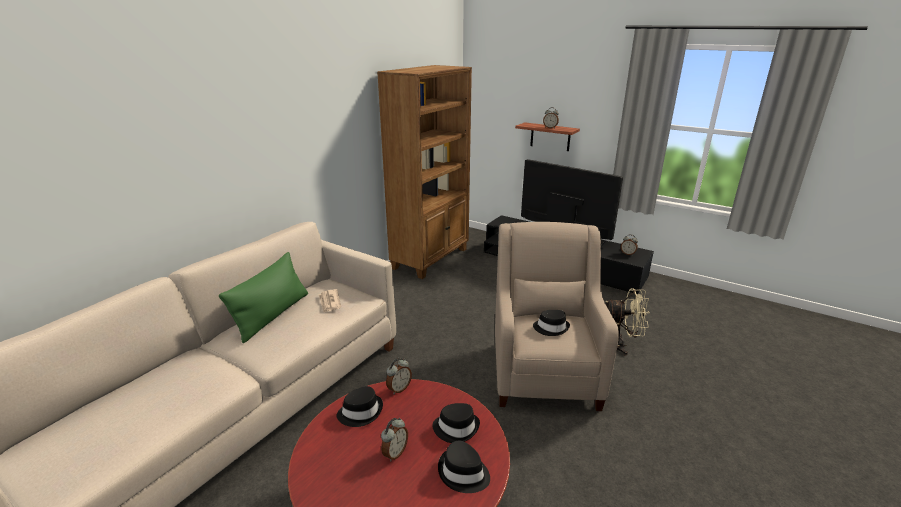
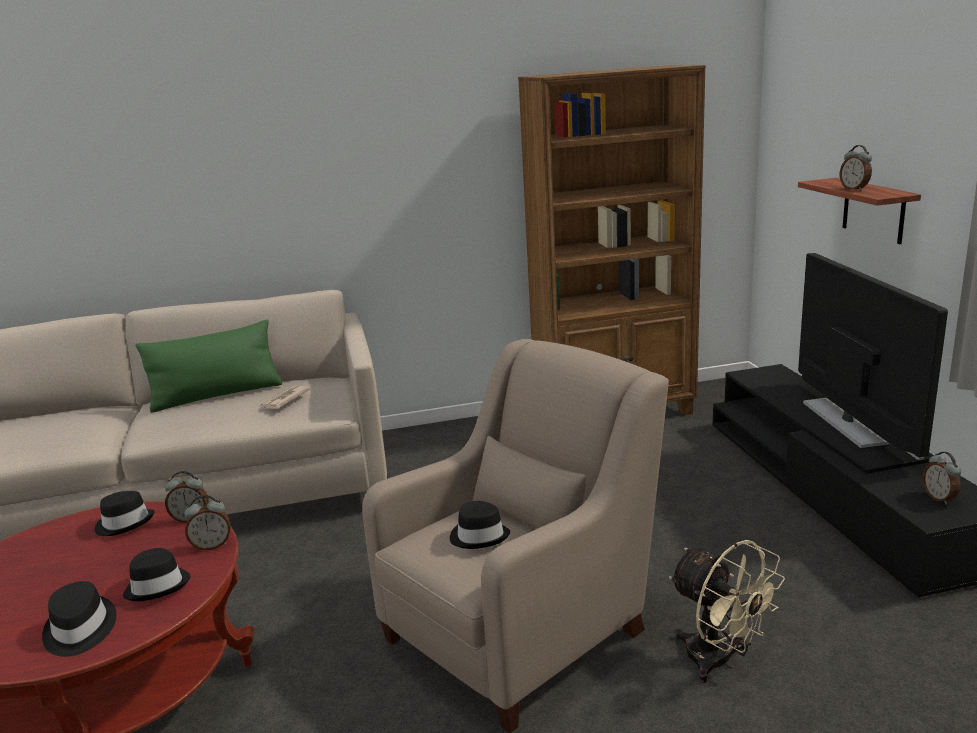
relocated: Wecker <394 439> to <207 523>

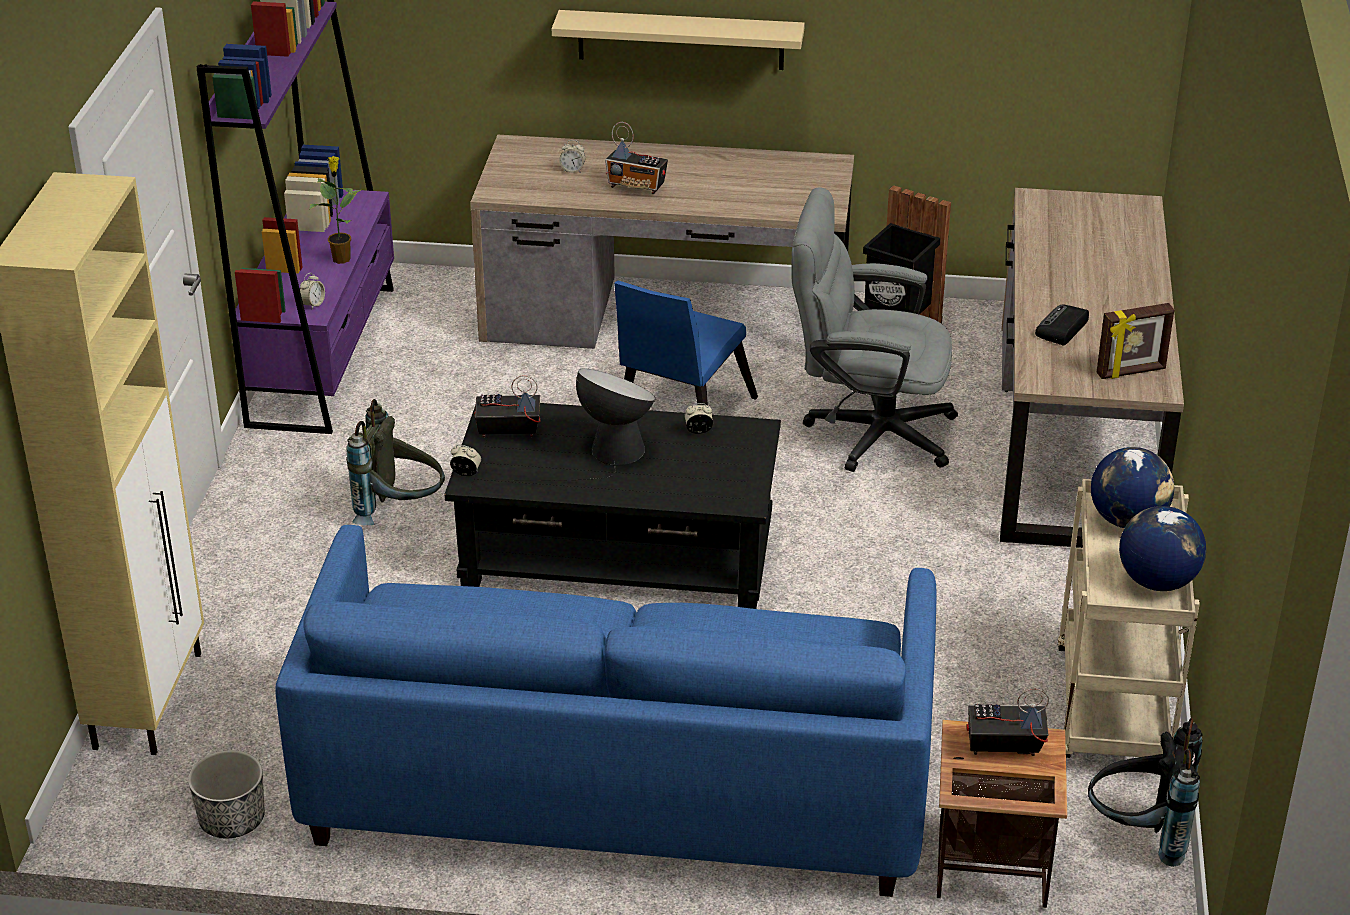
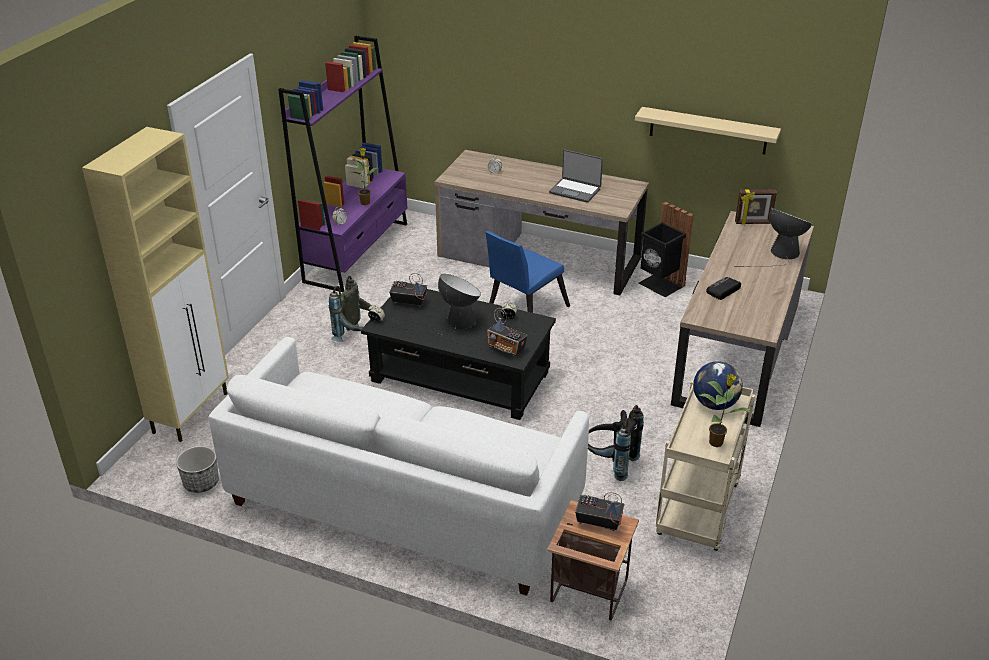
missing: Bürostuhl/grau <875 329>
appeared: Laptop <576 176>; Tischlampe <773 237>
relocated: Wandregal/beige <678 40> to <708 131>; Radio <636 158> to <507 332>; Rucksack/schwarz <1145 792> to <616 443>; Bilderrahmen <1135 341> to <756 207>
exchanged: Globus <1162 548> to Topfpflanze <725 410>
colour: Sofa/blau <605 711> to Sofa/weiß <399 466>

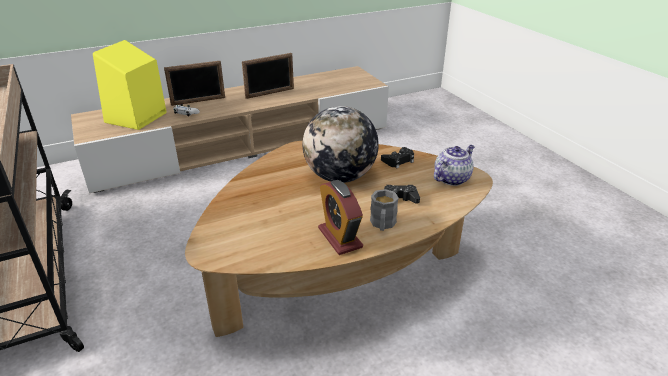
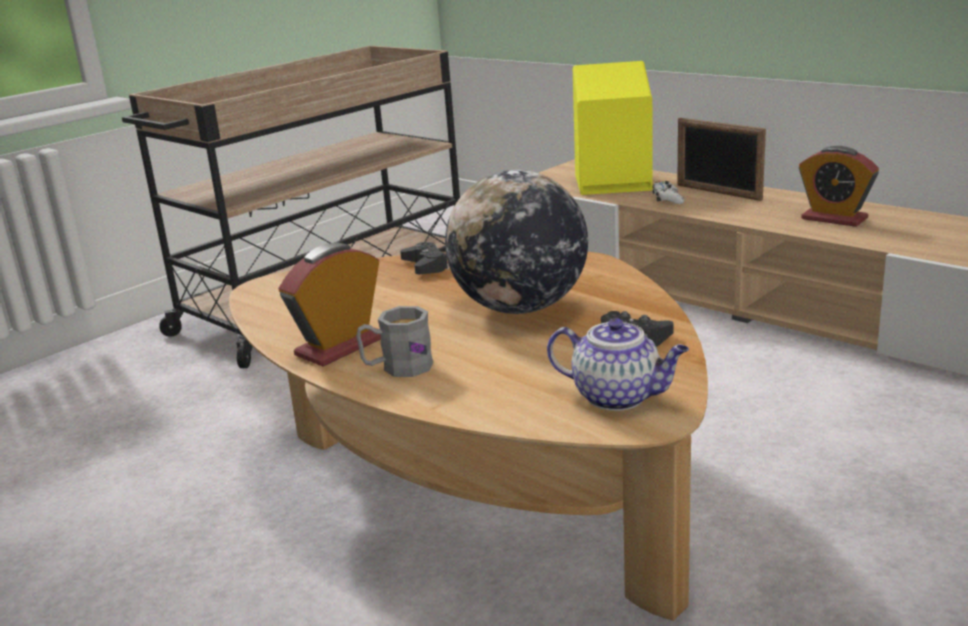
relocated: Gamepad/schwarz <402 194> to <424 258>
exchanged: Bilderrahmen <268 76> to Wecker <839 186>

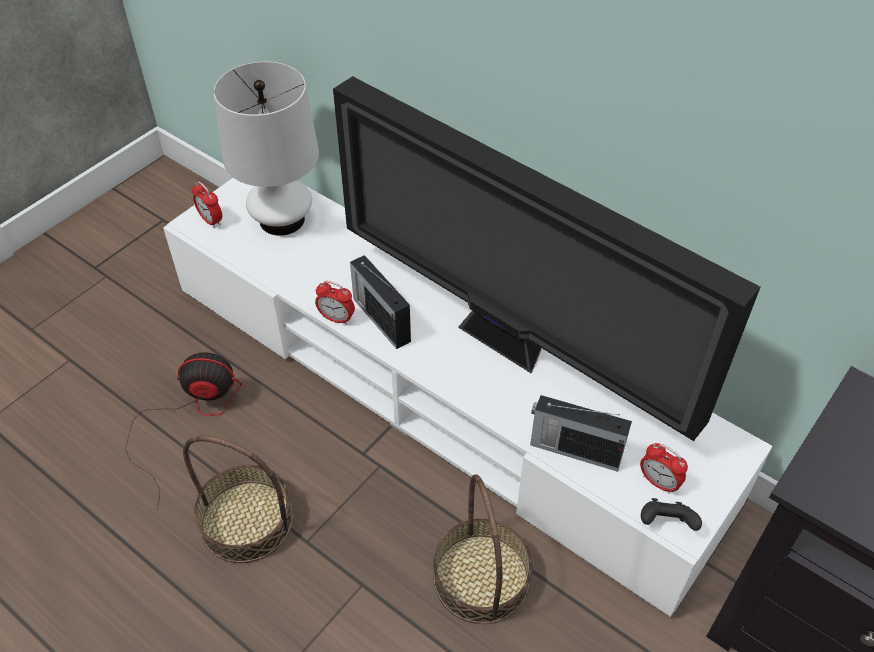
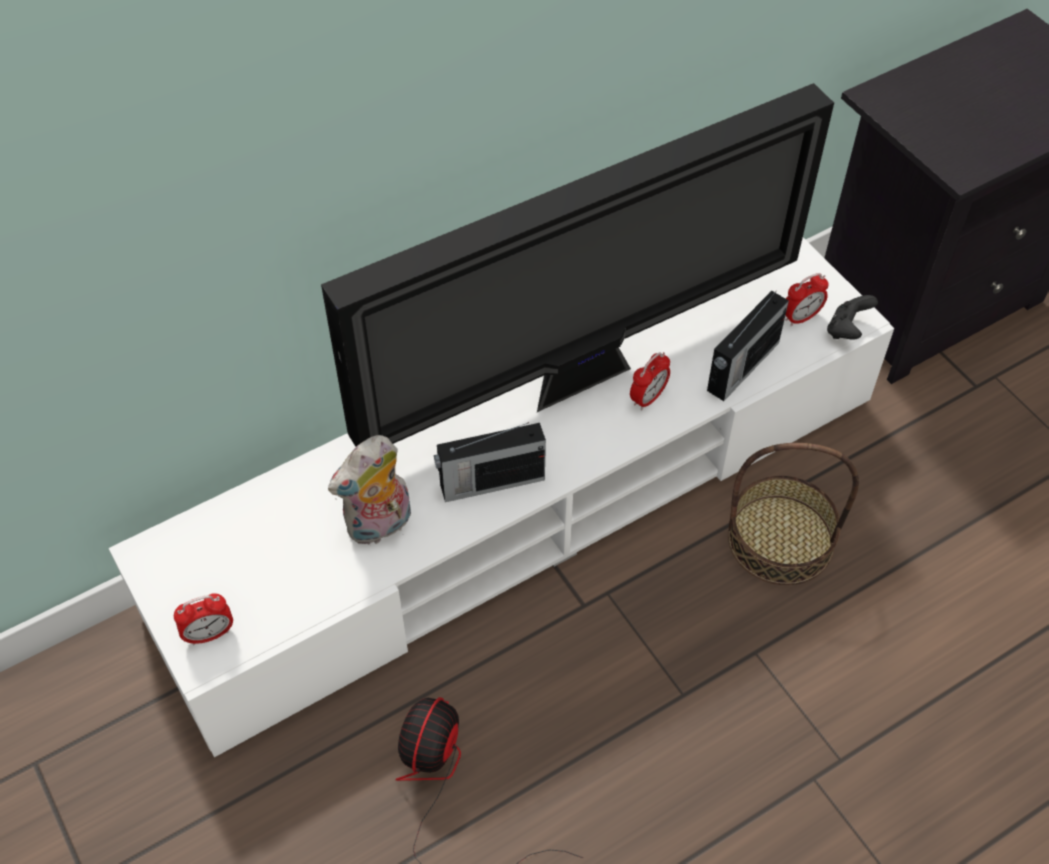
missing: Korb <238 499>; Tischlampe/weiß <266 149>
appeared: Plüschtier <369 490>
relocated: Wecker <335 303> to <650 381>

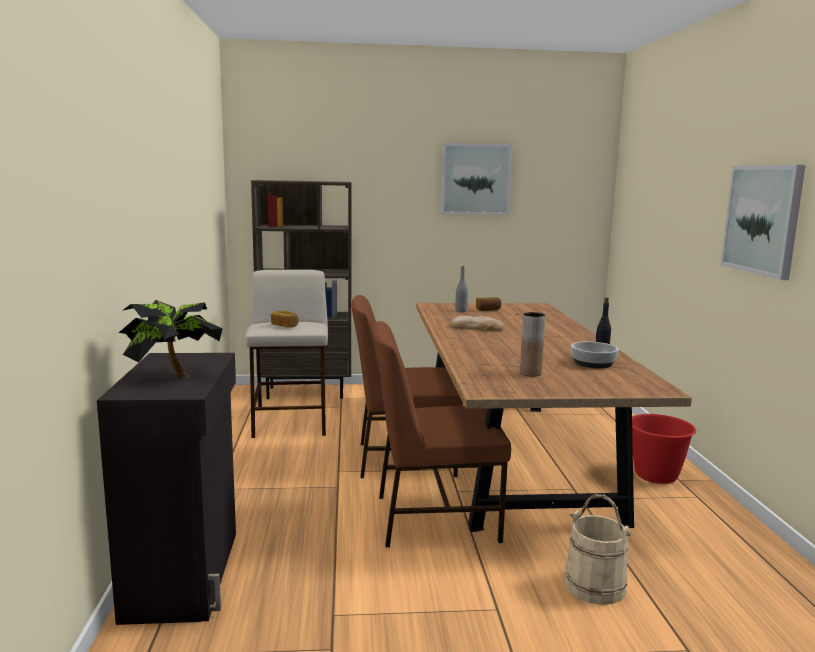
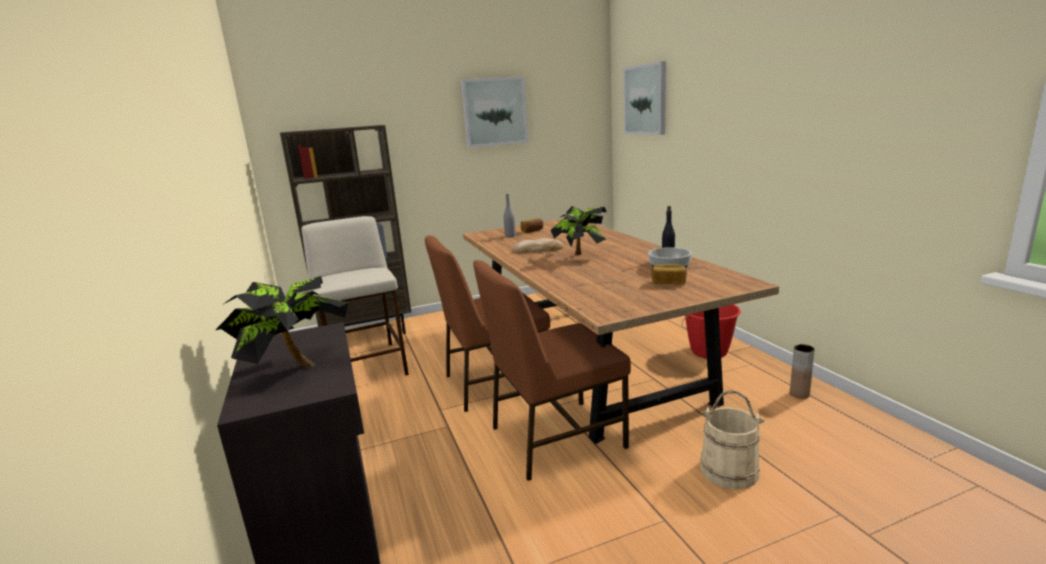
appeared: Topfpflanze <579 230>
relocated: Brot <285 319> to <669 274>; Vase/braun <532 344> to <802 371>; Bild <763 222> to <645 98>

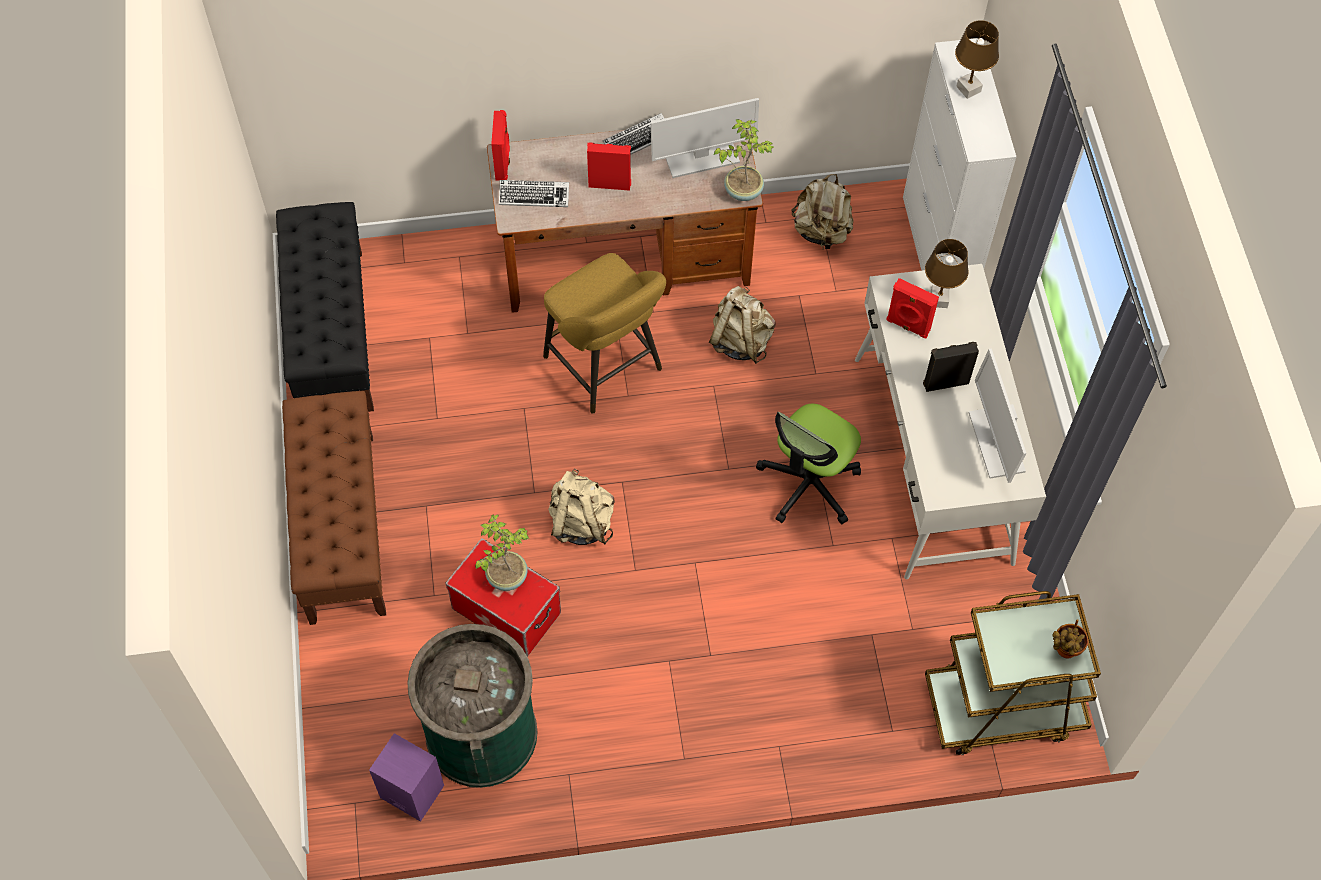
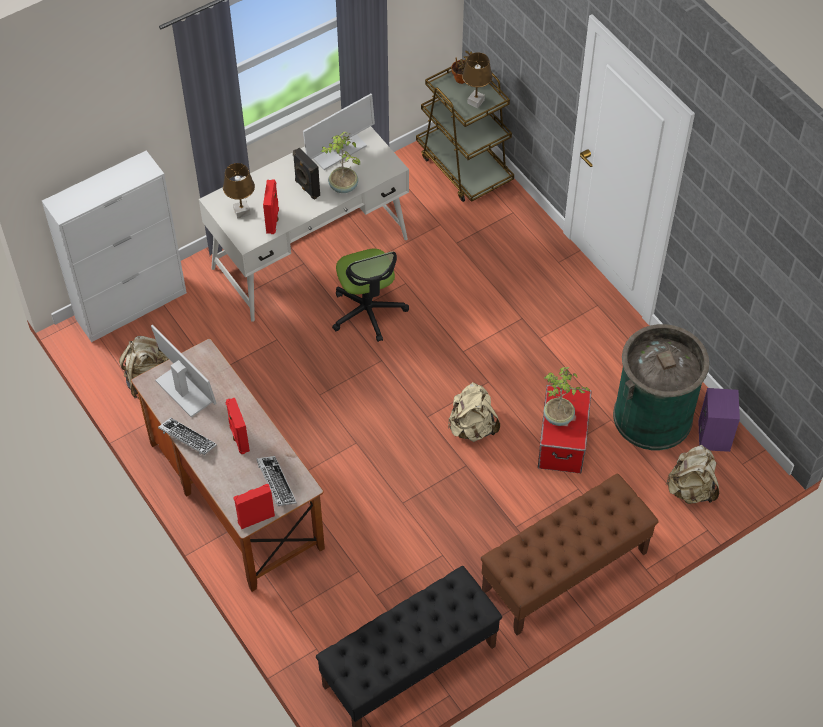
missing: Hocker/gelb <604 333>
relocated: Rucksack/beige <742 325> to <692 474>; Topfpflanze <744 160> to <340 162>; Tischlampe/braun <977 59> to <477 80>
spun: Bürostuhl <808 464> = <370 295> 60 degrees clockwise

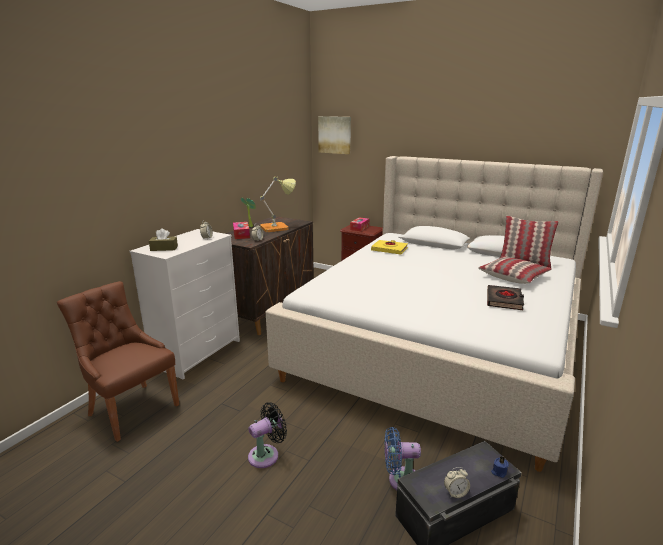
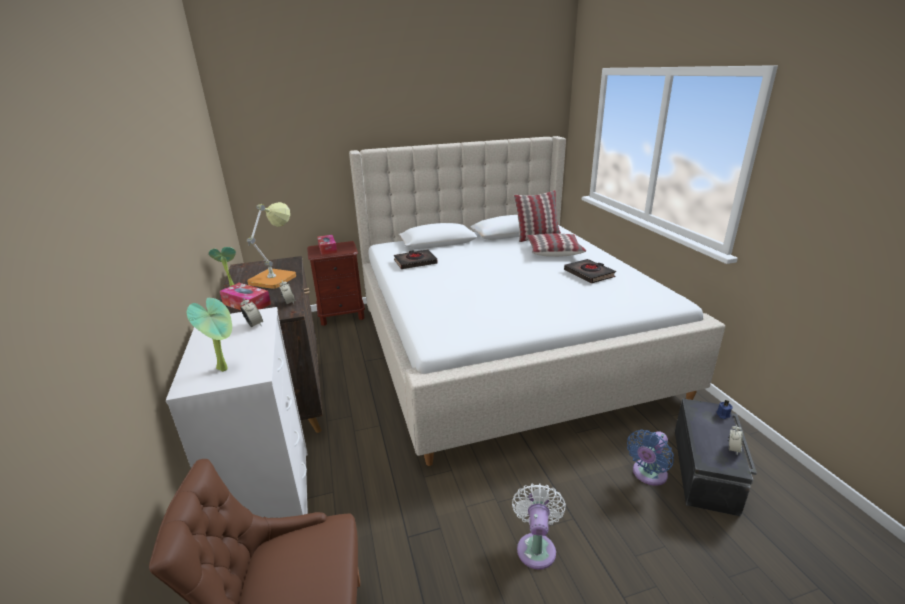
missing: Bild <334 135>
exchanged: Taschentuchbox/braun <163 239> to Topfpflanze <209 335>
colour: Ventilator/schwarz <267 435> to Ventilator/weiß <539 526>; Buch/gelb <389 247> to Buch/schwarz <416 259>

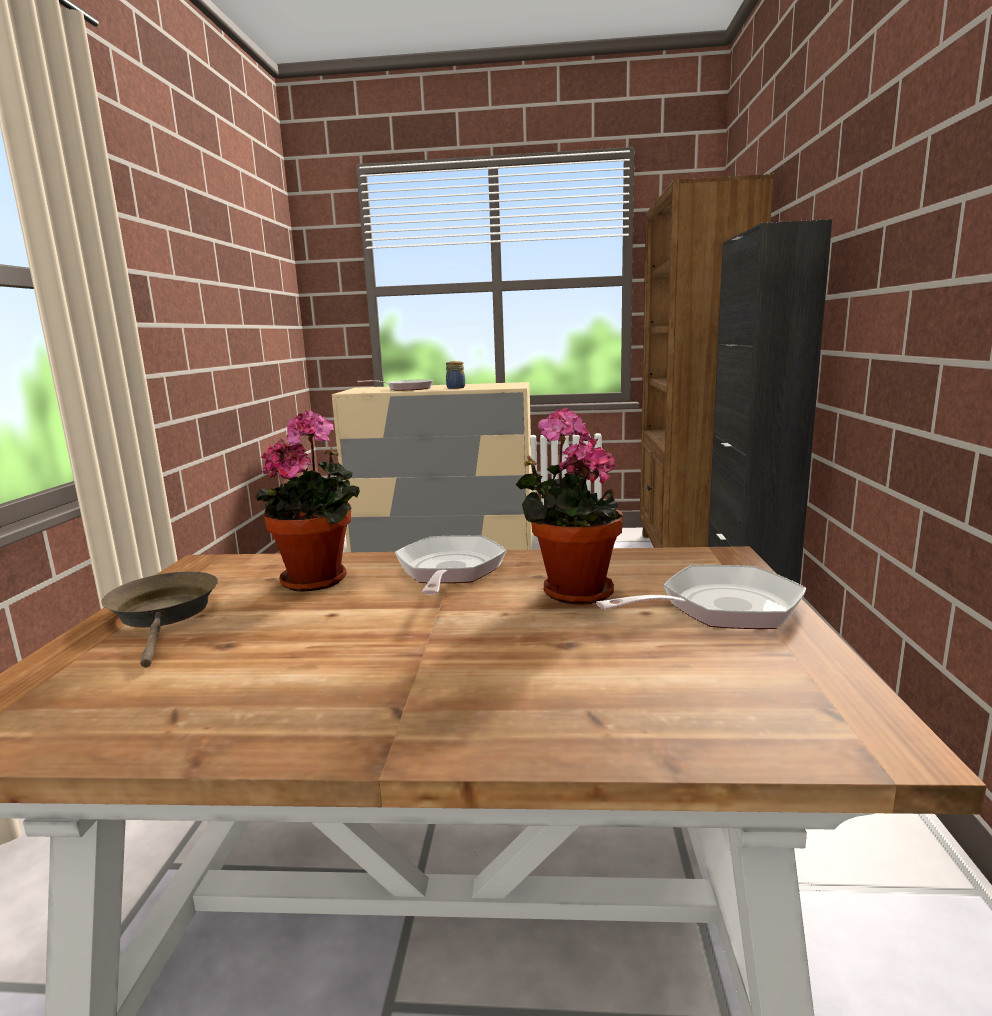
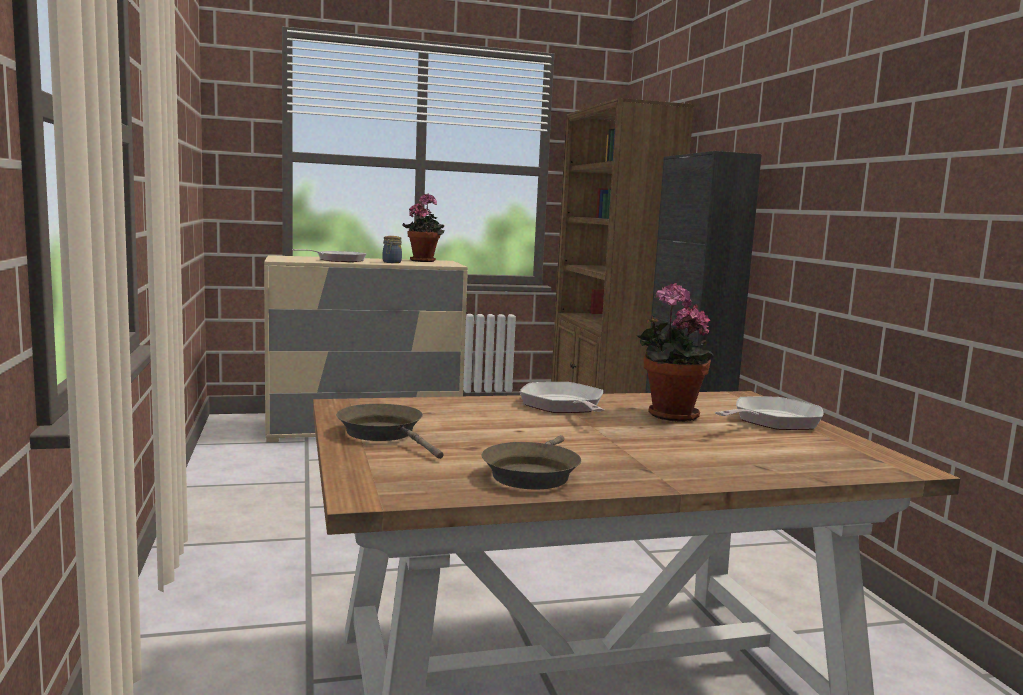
appeared: Pfanne/braun <531 462>
relocated: Topfpflanze <308 501> to <423 228>

